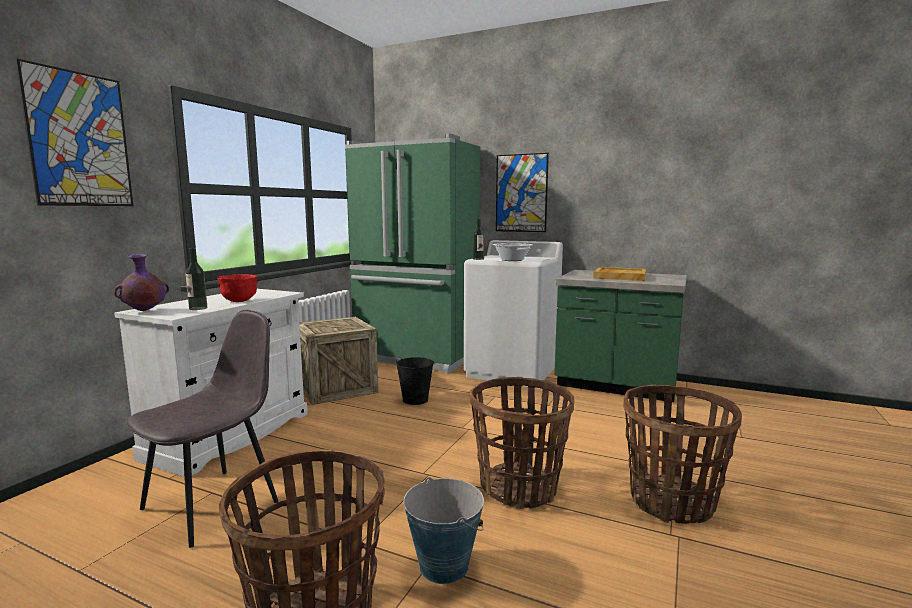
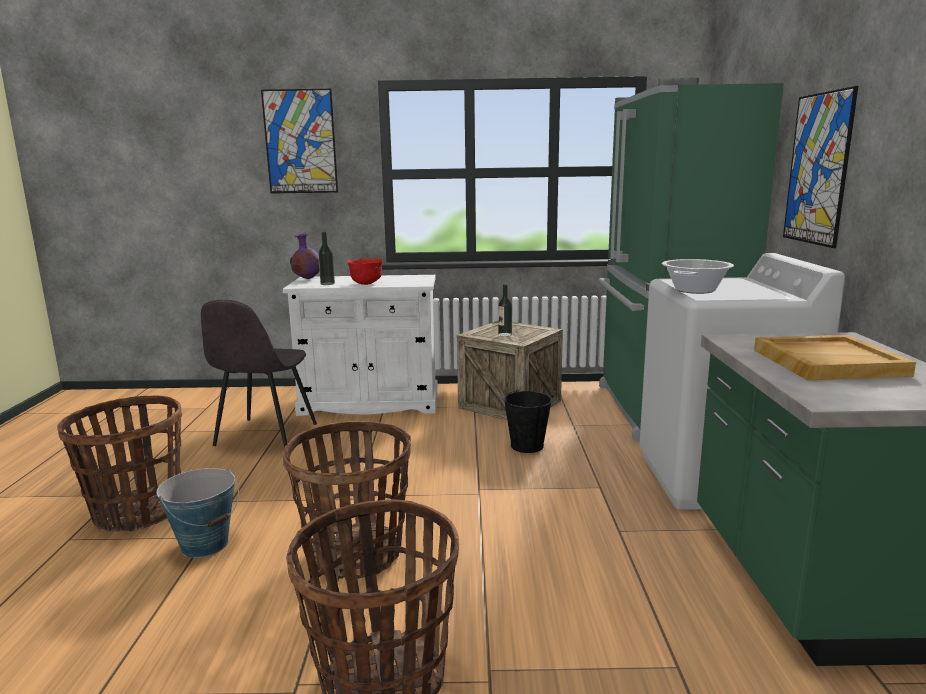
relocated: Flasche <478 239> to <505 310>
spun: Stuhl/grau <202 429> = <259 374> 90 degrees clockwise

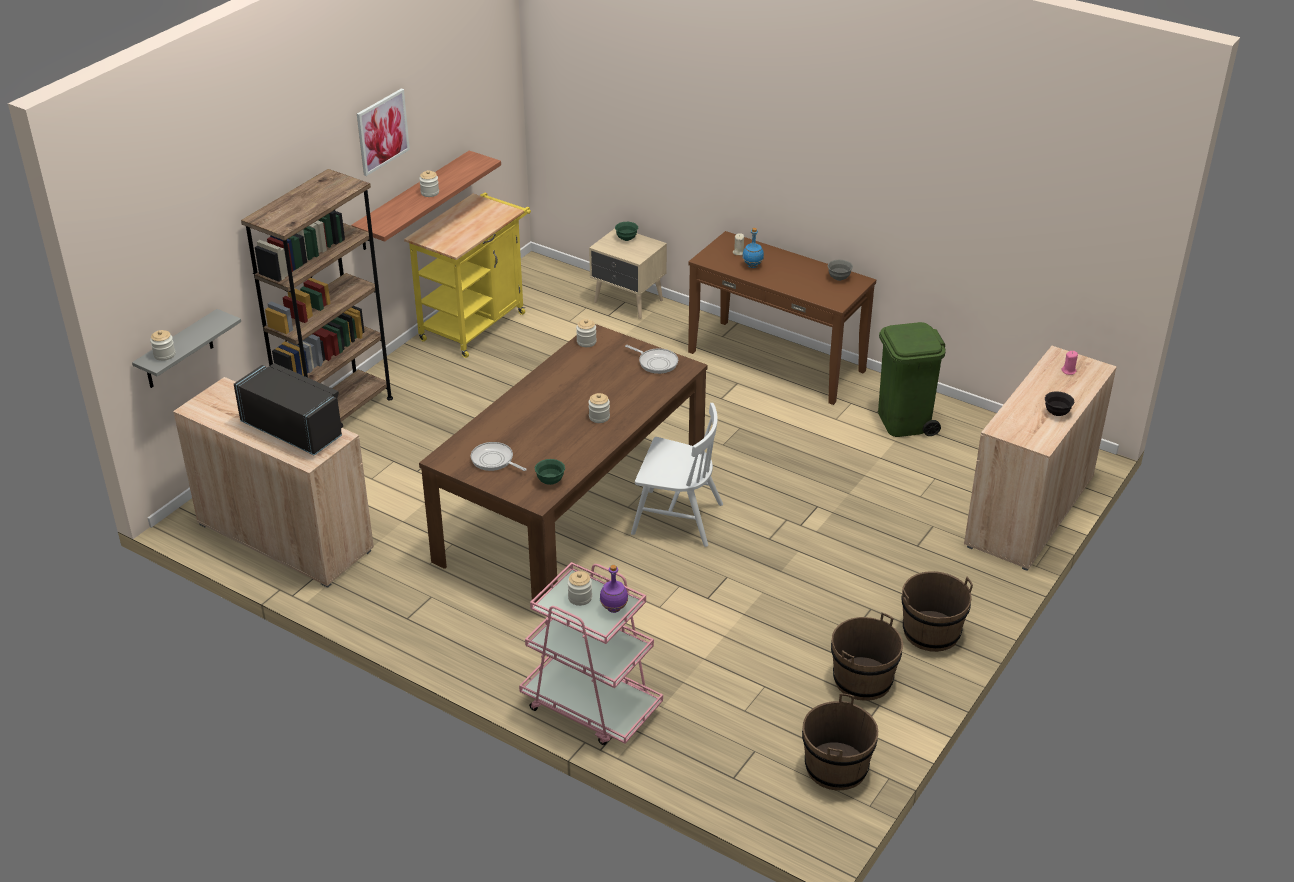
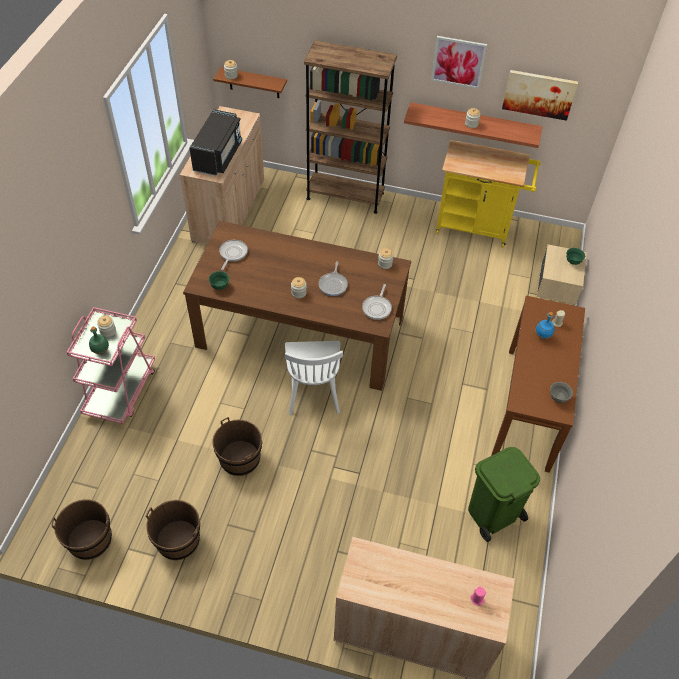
missing: Schüssel/schwarz <1059 403>
appeared: Pfanne <333 278>; Bild <540 95>
relocated: Eimer/braun <937 611> to <237 446>
colour: Wandregal/grau <186 348> to Wandregal/braun <250 82>; Flasche/lila <614 589> to Flasche/grün <99 340>

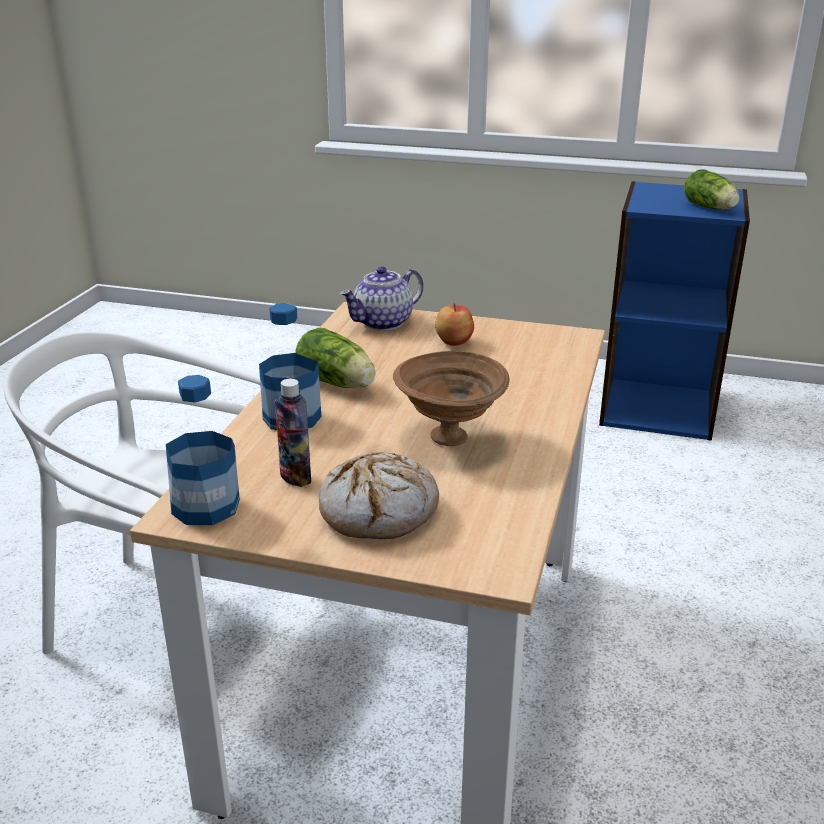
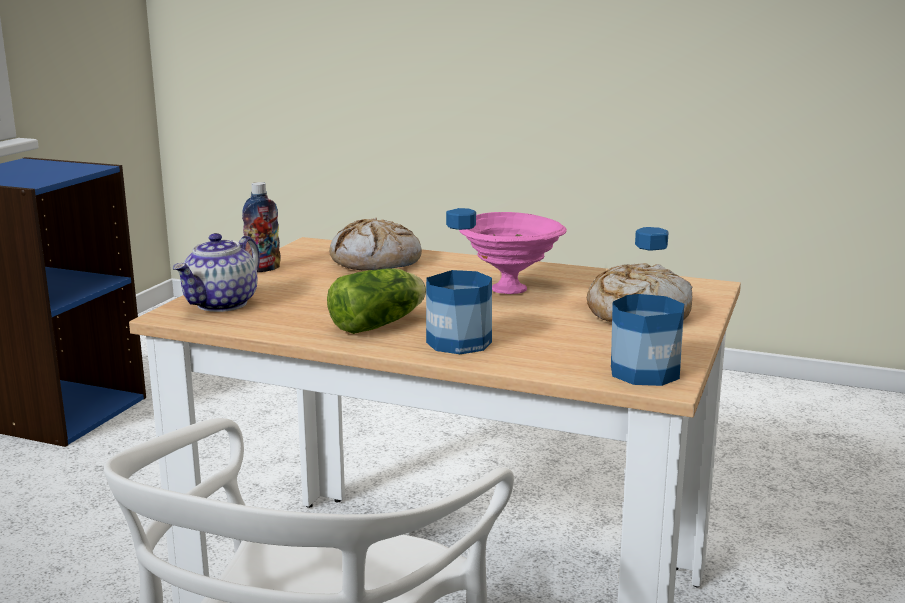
missing: Apfel <454 324>; Salatkopf <711 189>
appeared: Brot <375 244>
relocated: Flasche <293 433> to <261 227>
colour: Schüssel/braun <451 398> to Schüssel/rosa <513 253>
spun: Teekanne <381 299> = <216 272> 60 degrees clockwise

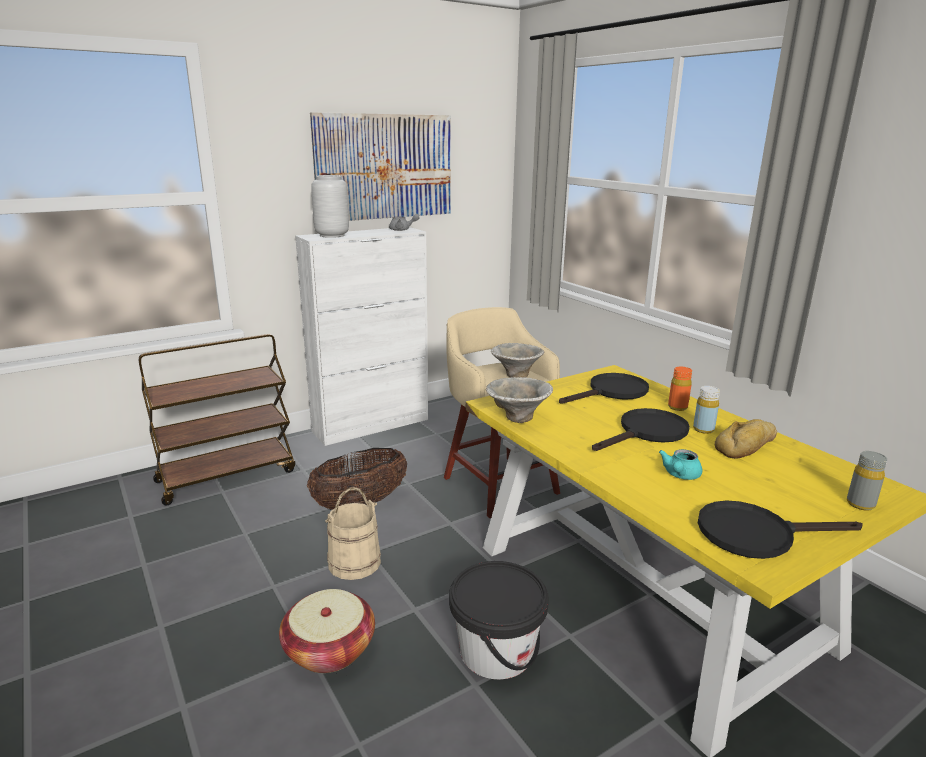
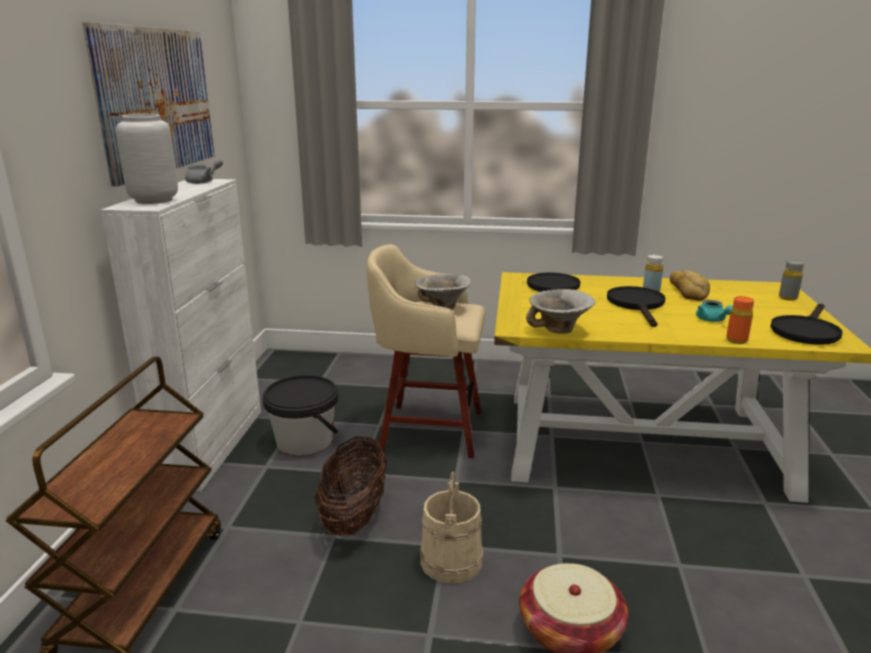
relocated: Eimer/schwarz <499 620> to <300 415>; Flasche/orange <680 389> to <740 320>

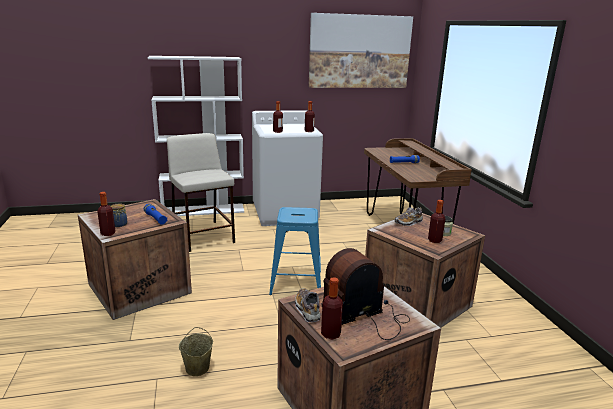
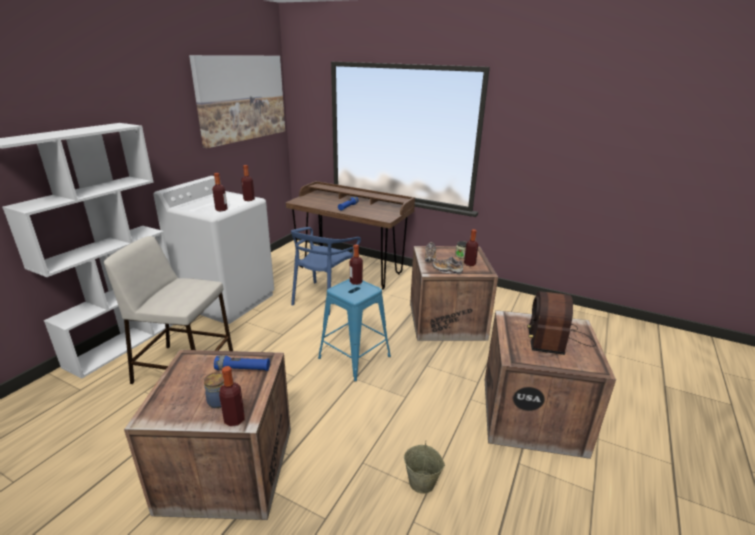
appeared: Stuhl/blau <326 271>
relocated: Schuh <307 305> to <448 265>; Flasche <332 308> to <356 264>

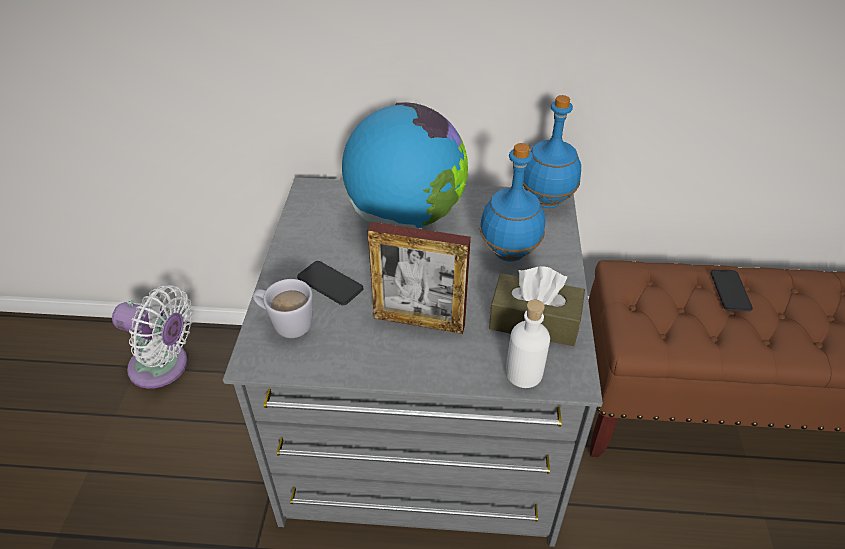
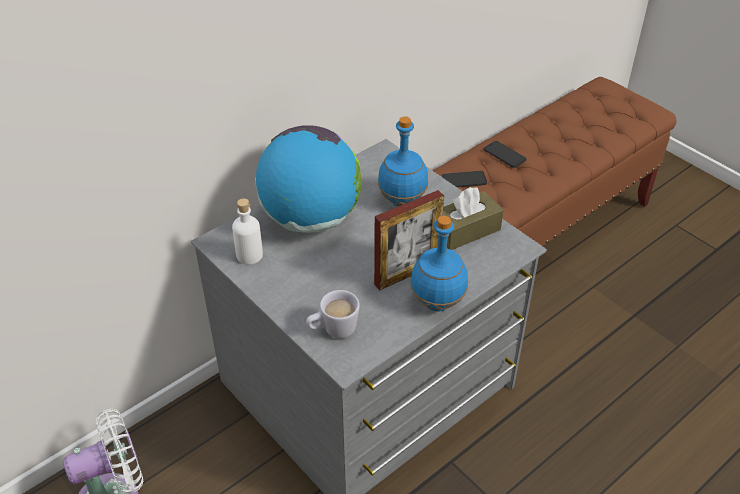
relocated: Handy <330 283> to <464 179>; Flasche/weiß <528 344> to <247 232>; Flasche/blau <552 151> to <439 263>

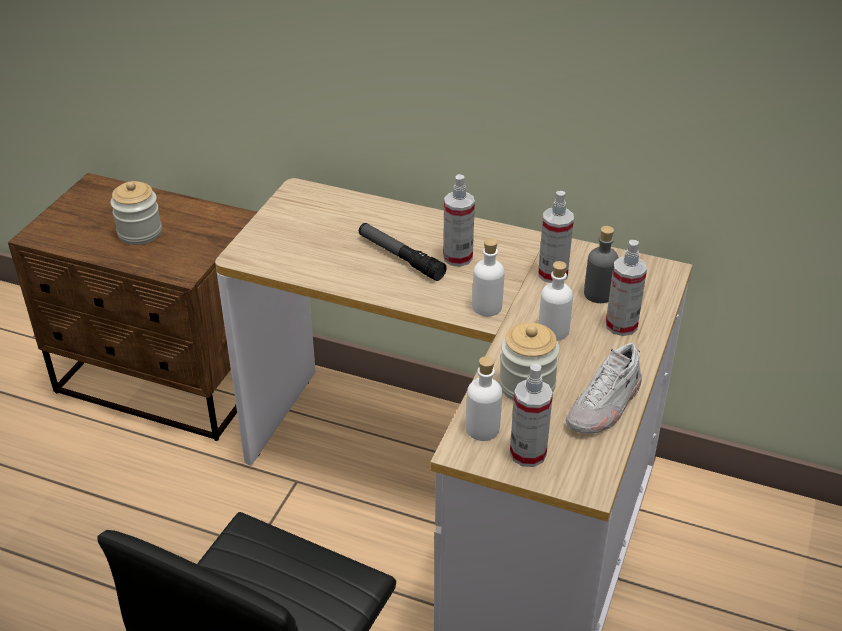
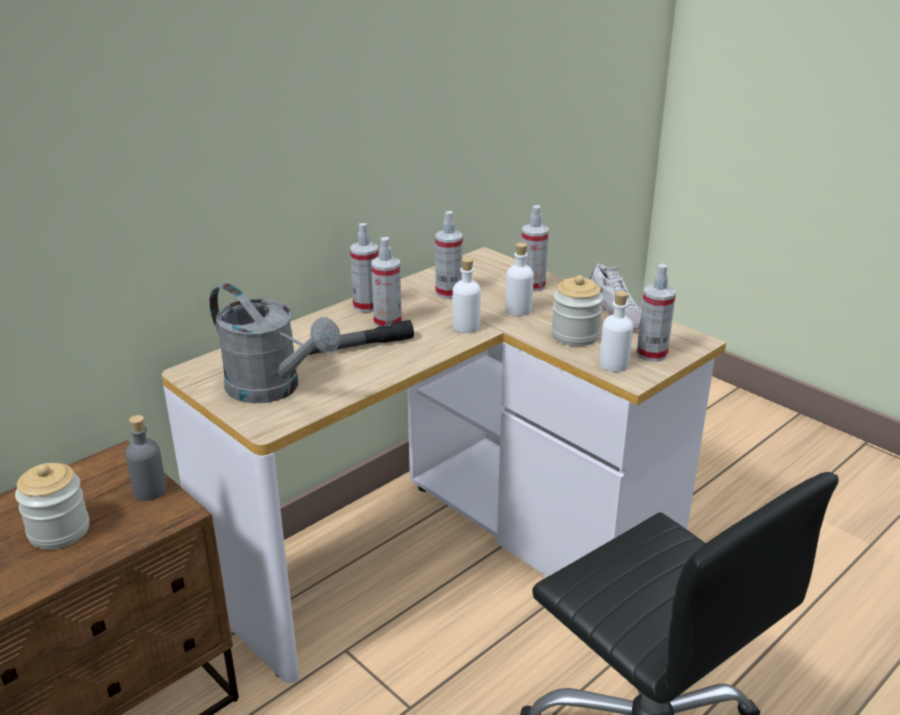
appeared: Gießkanne/grau <275 343>; Sprühflasche <364 267>
relocated: Flasche/grau <601 264> to <145 458>

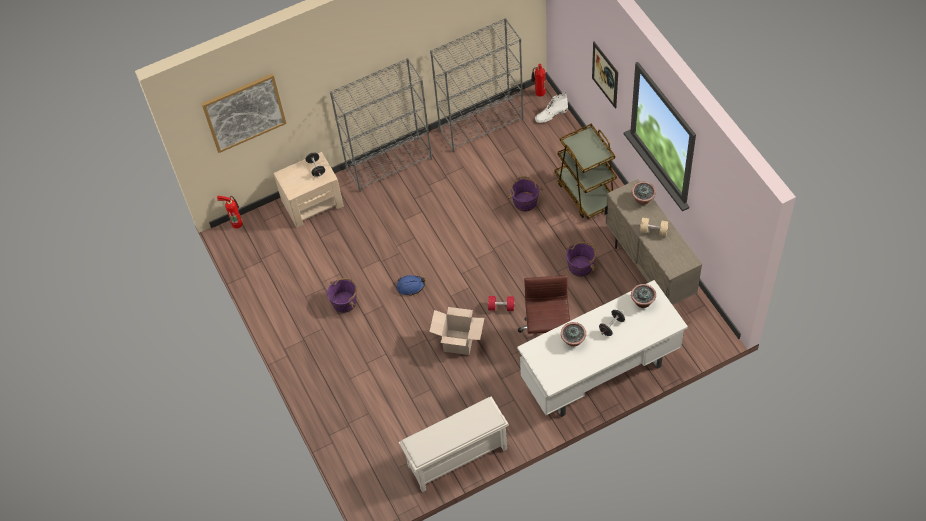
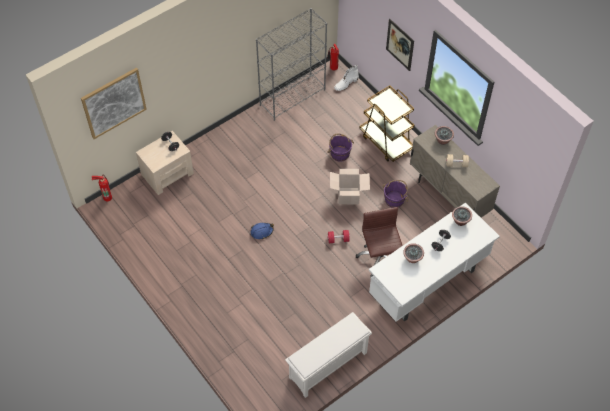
missing: Eimer/lila <342 295>; Bücherregal/grau <381 125>
relocated: Karton <456 331> to <350 186>

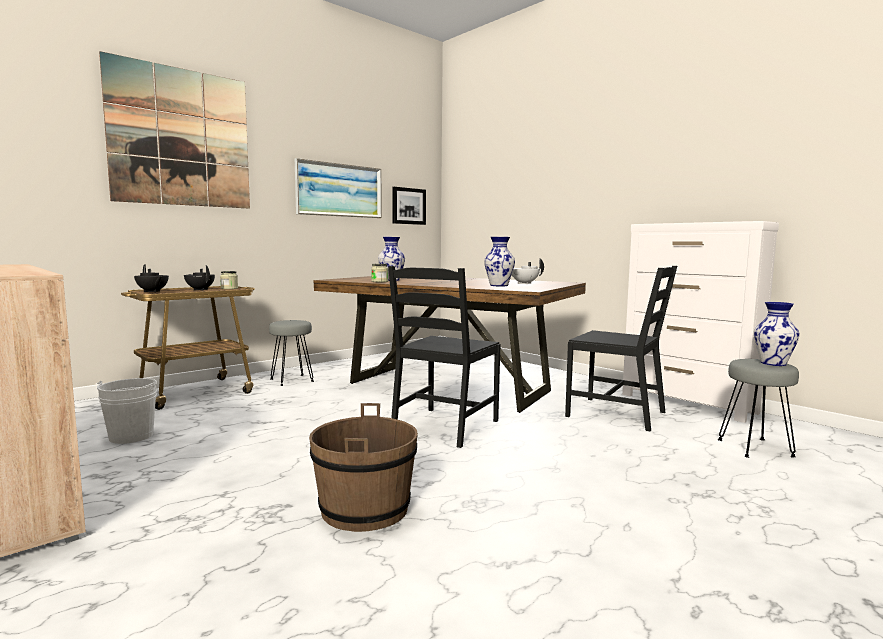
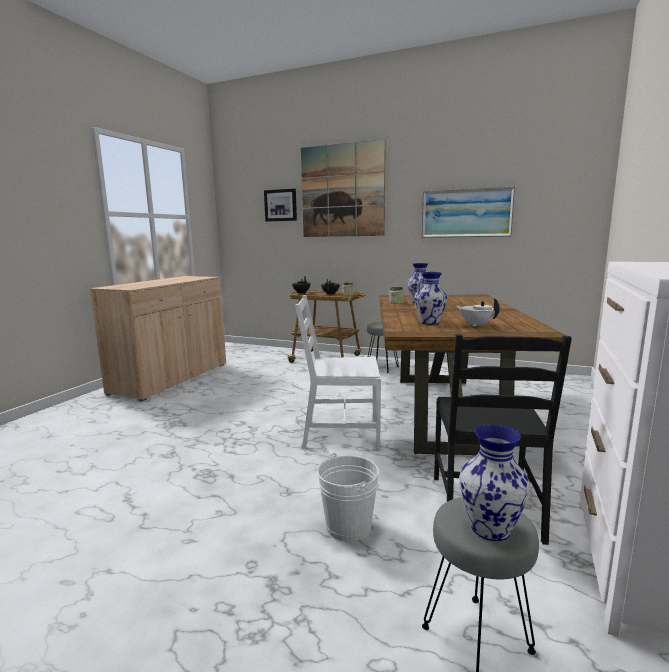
missing: Eimer/braun <363 467>
relocated: Eimer/weiß <126 411> to <348 497>; Bild <409 206> to <280 205>
colour: Stuhl/schwarz <444 357> to Stuhl/weiß <338 372>

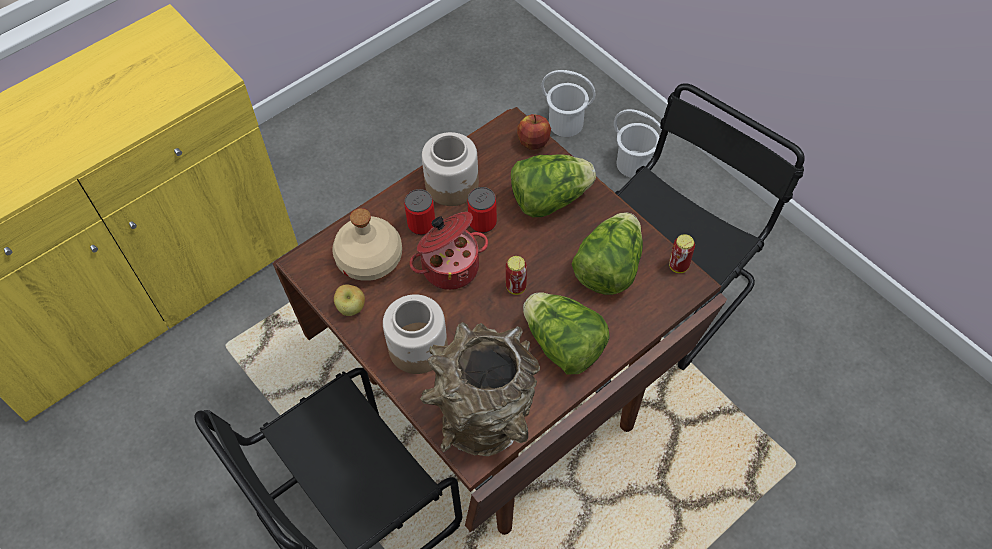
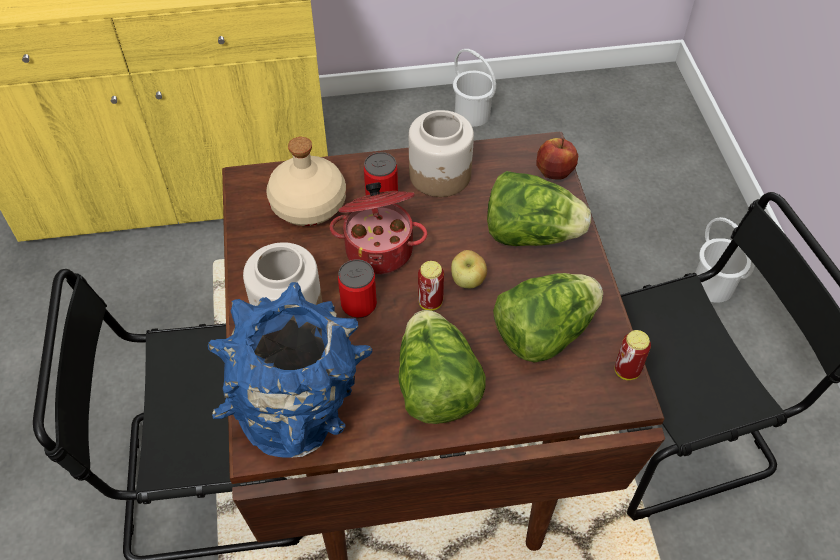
relocated: Apfel <349 300> to <469 269>; Dose <482 210> to <357 288>; Eimer/weiß <568 103> to <474 88>
colour: Vase/braun <480 389> to Vase/blau <290 370>

